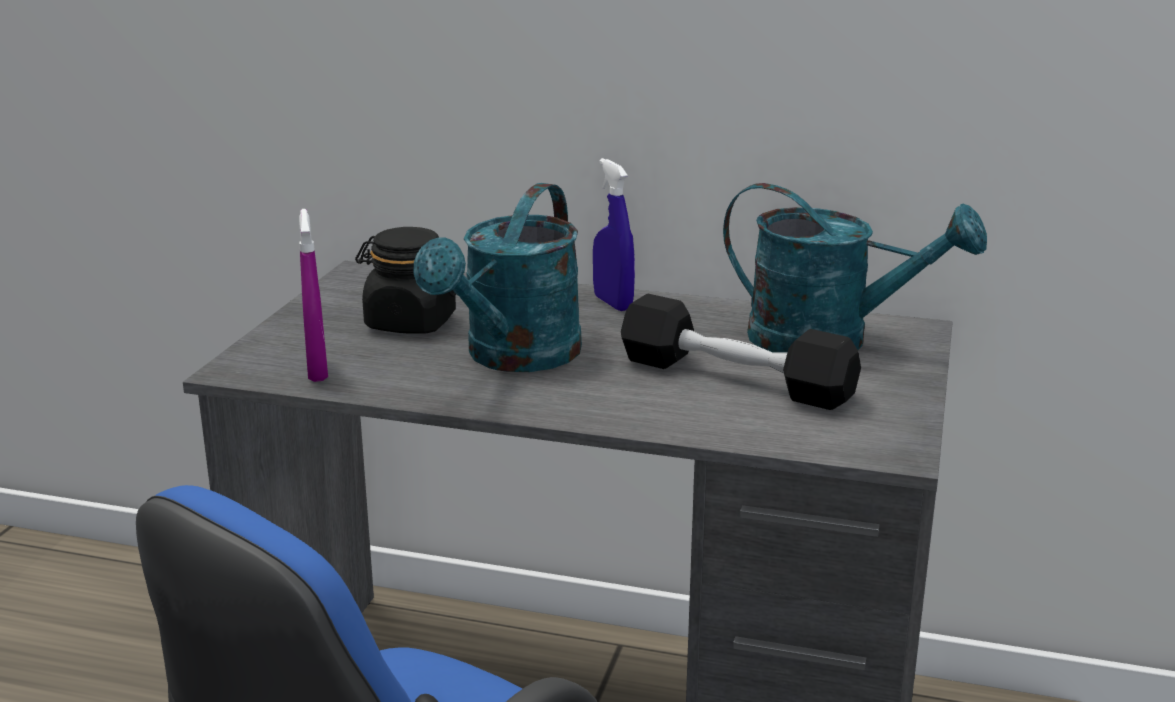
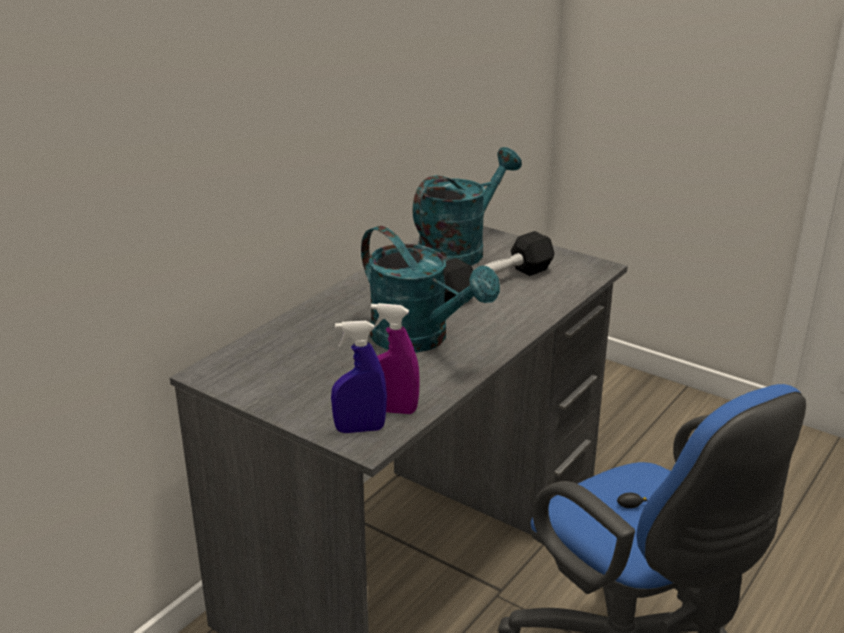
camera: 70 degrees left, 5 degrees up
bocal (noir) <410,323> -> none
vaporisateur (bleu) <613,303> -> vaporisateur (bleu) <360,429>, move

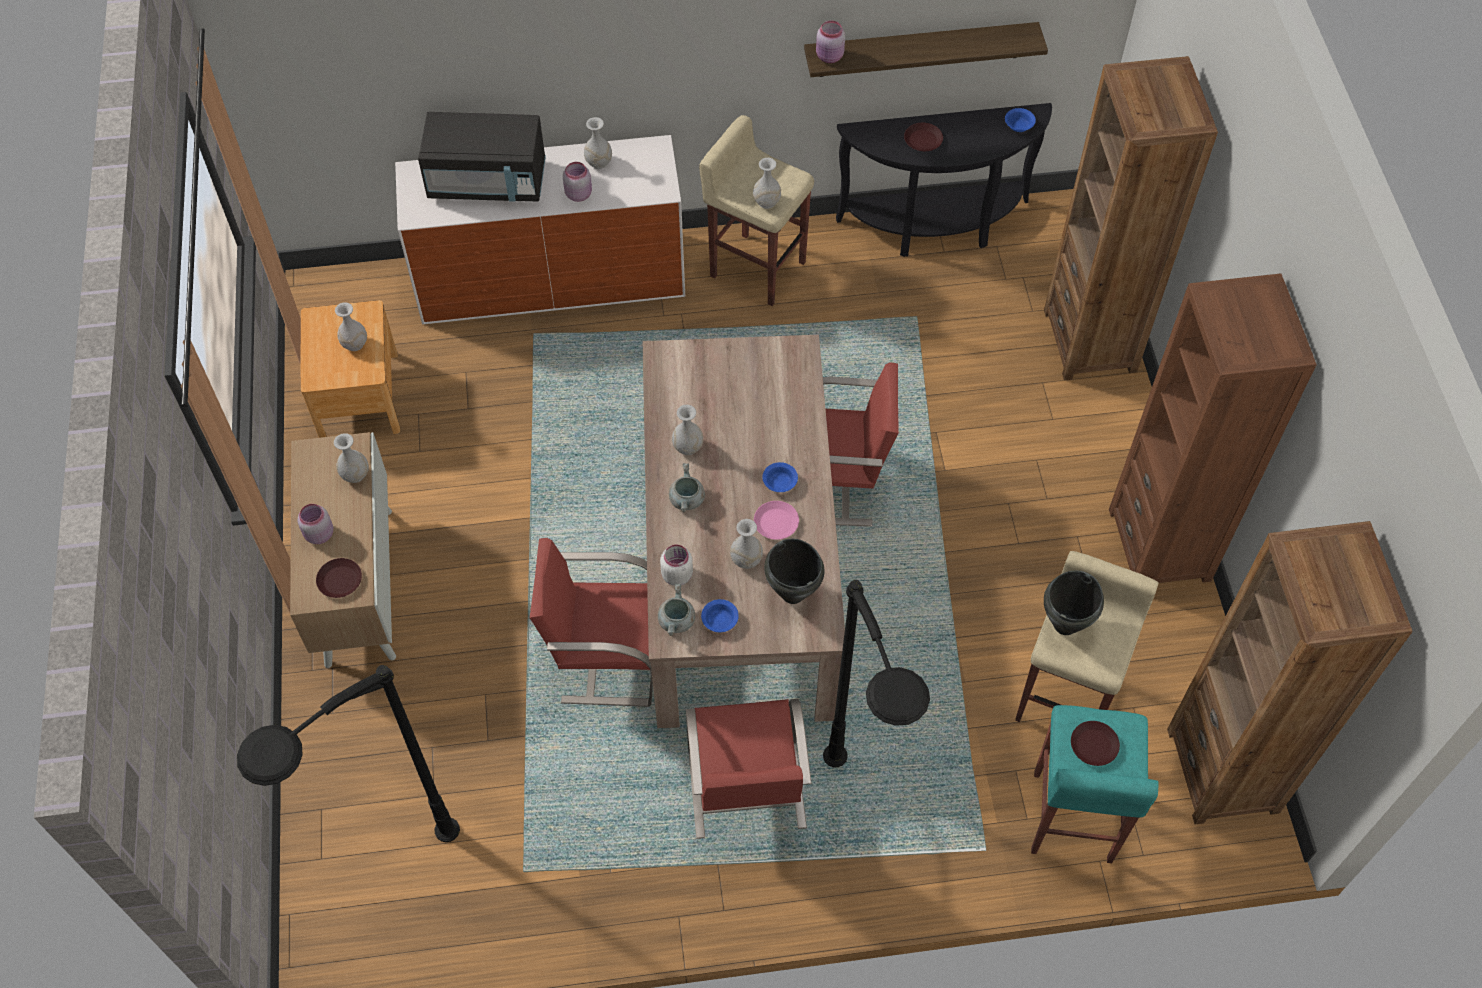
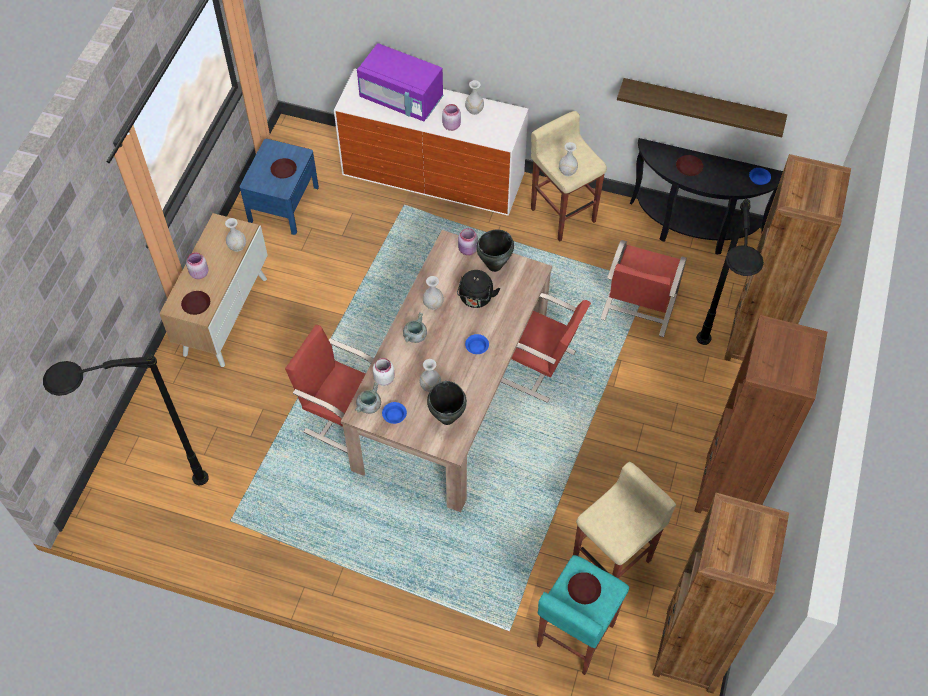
camera: 25 degrees right, 0 degrees up
assiette (rose) <776,522> -> none
none -> bouilloire (noir) <476,299>
chaise (rouge) <746,792> -> chaise (rouge) <638,307>, move
bocal (rose) <830,57> -> bocal (rose) <467,250>, move
lampadaire (noir) <858,827> -> lampadaire (noir) <700,378>, move
marmite (noir) <1065,625> -> marmite (noir) <495,266>, move
vase (blanc) <354,344> -> assiette (marron) <283,170>
table de chevet (marron) <359,396> -> table de chevet (bleu) <283,204>
micro-ondes (noir) <488,182> -> micro-ondes (violet) <401,99>

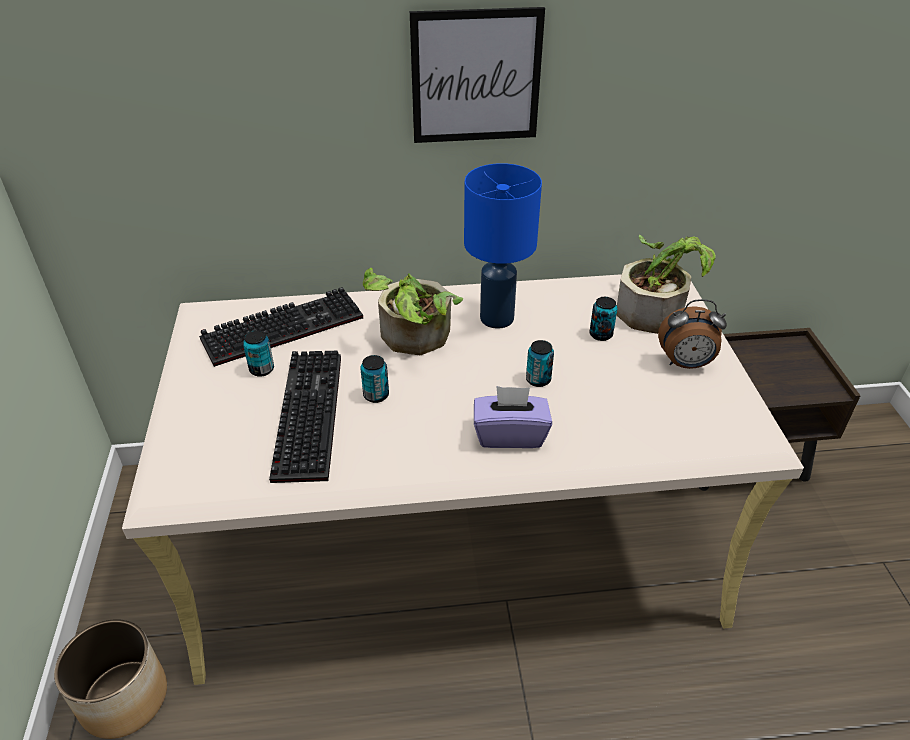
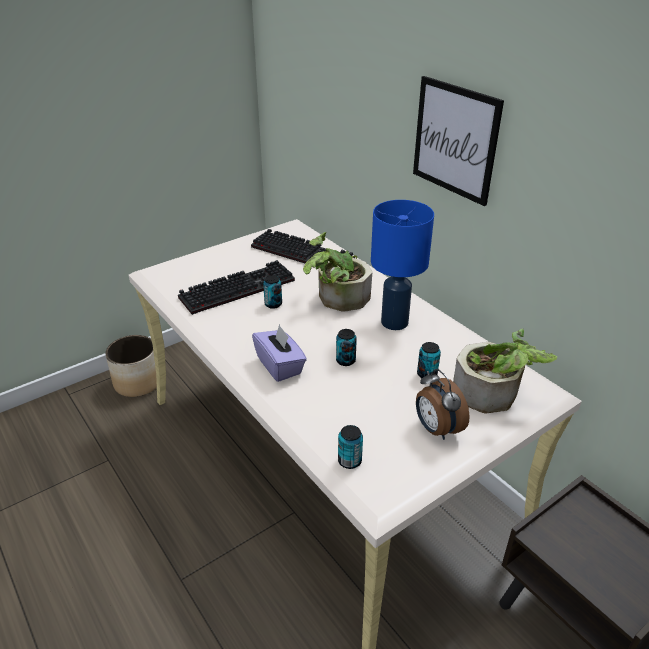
camera: 60 degrees right, 5 degrees down
boîte métallique <262,369> -> boîte métallique <349,461>, move

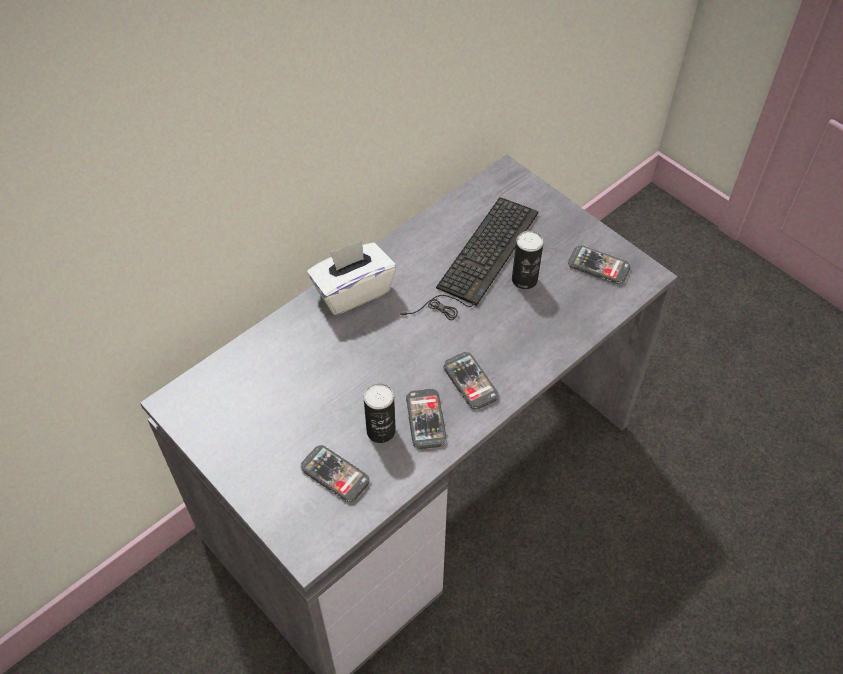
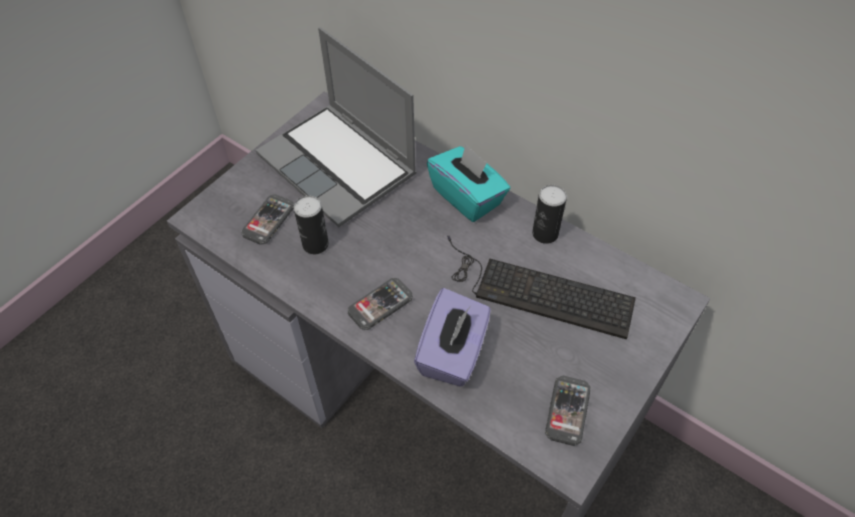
camera: 80 degrees right, 0 degrees up
téléphone <426,420> -> none
none -> ordinateur portable <339,166>
none -> boîte à mouchoirs (violet) <453,353>
boîte métallique <524,279> -> boîte métallique <545,233>, move
boîte à mouchoirs (blanc) <352,291> -> boîte à mouchoirs (turquoise) <467,197>

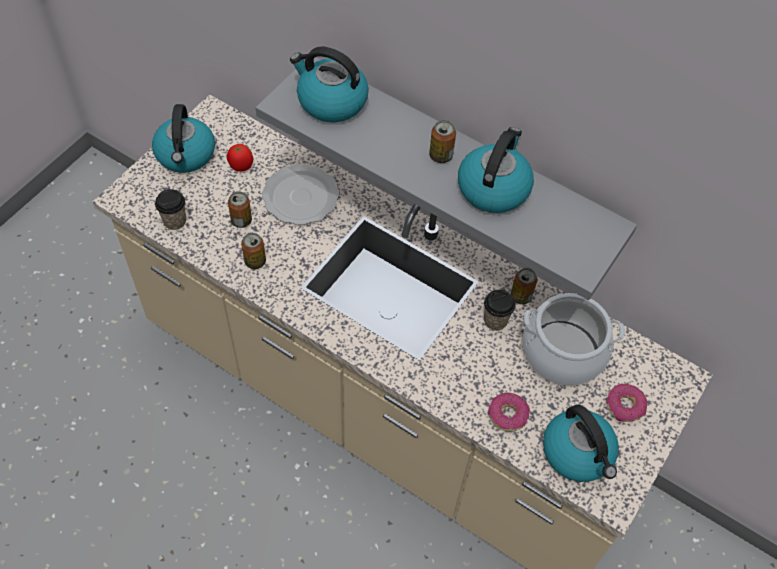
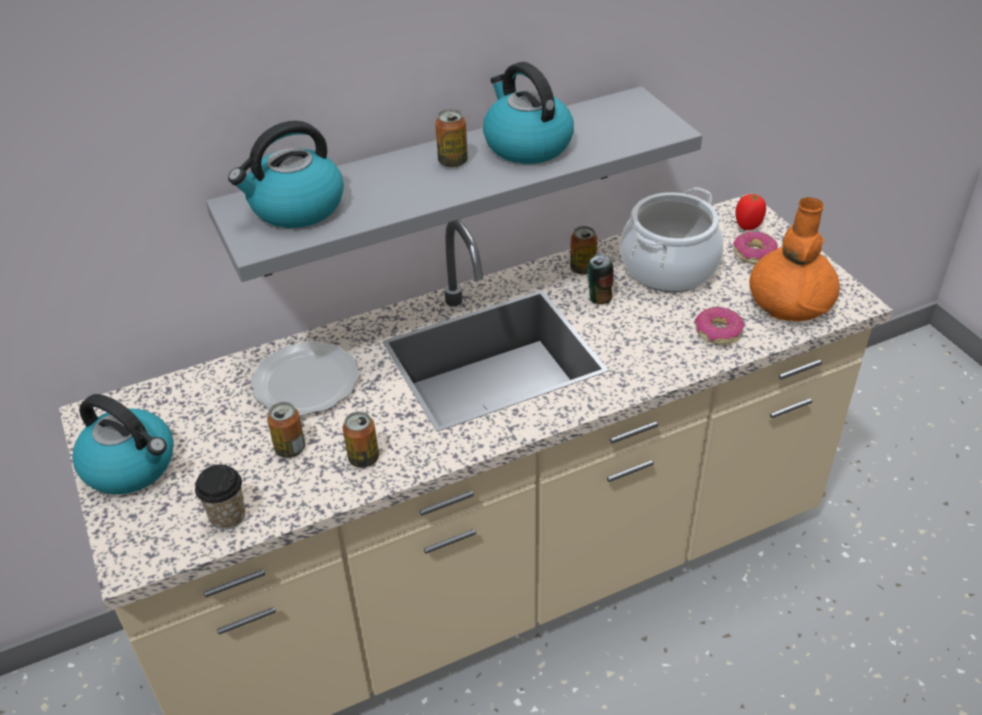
camera: 55 degrees left, 15 degrees down
tomate <241,166> -> tomate <748,226>, move
tasse <495,320> -> boîte métallique <599,297>
bouilloire <578,453> -> vase (orange) <789,303>

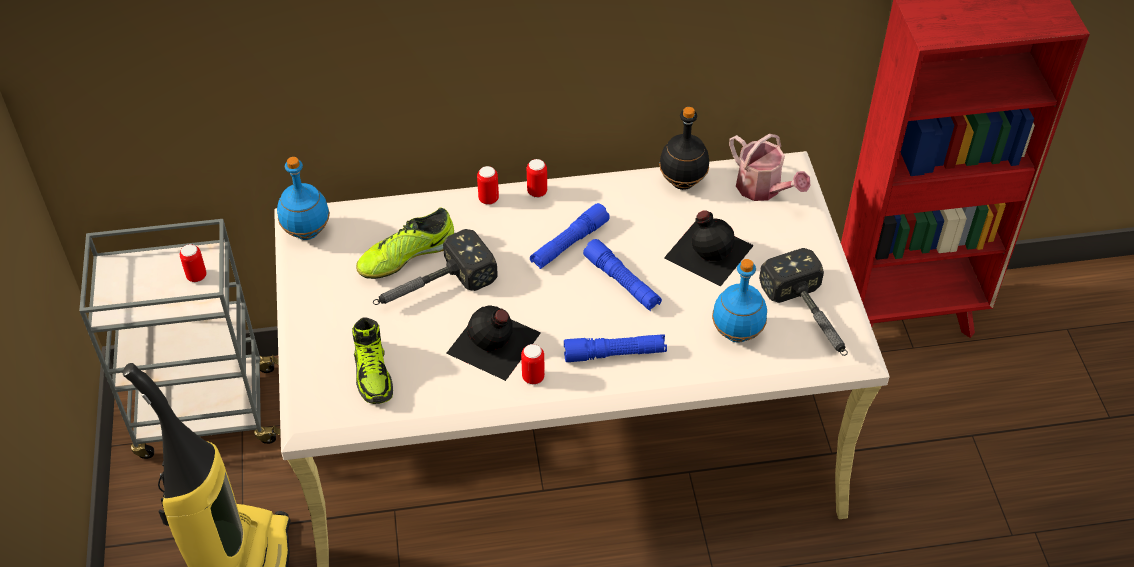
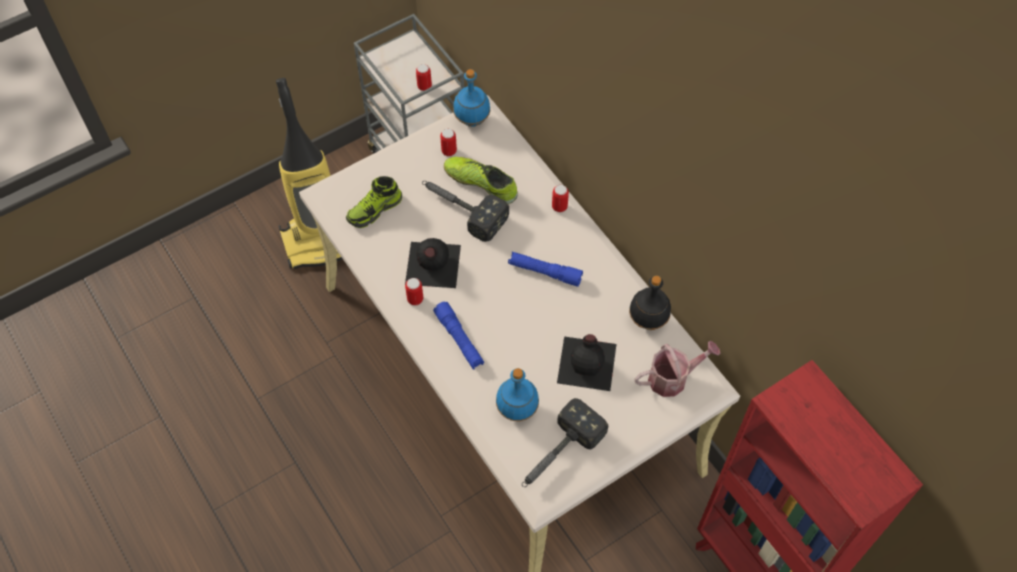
camera: 65 degrees right, 10 degrees up
lampe de poche (bleu) <622,282> -> none
boîte métallique <537,192> -> boîte métallique <449,151>, move
arrosoir <763,189> -> arrosoir <673,378>, 135 degrees counterclockwise

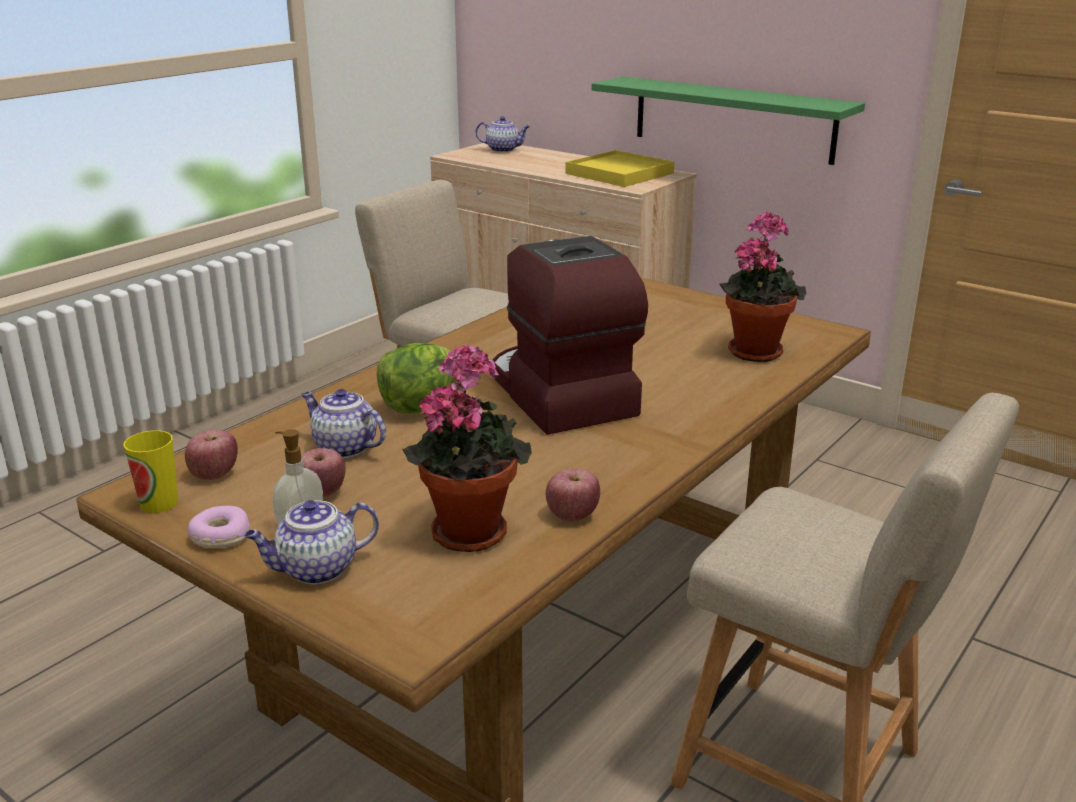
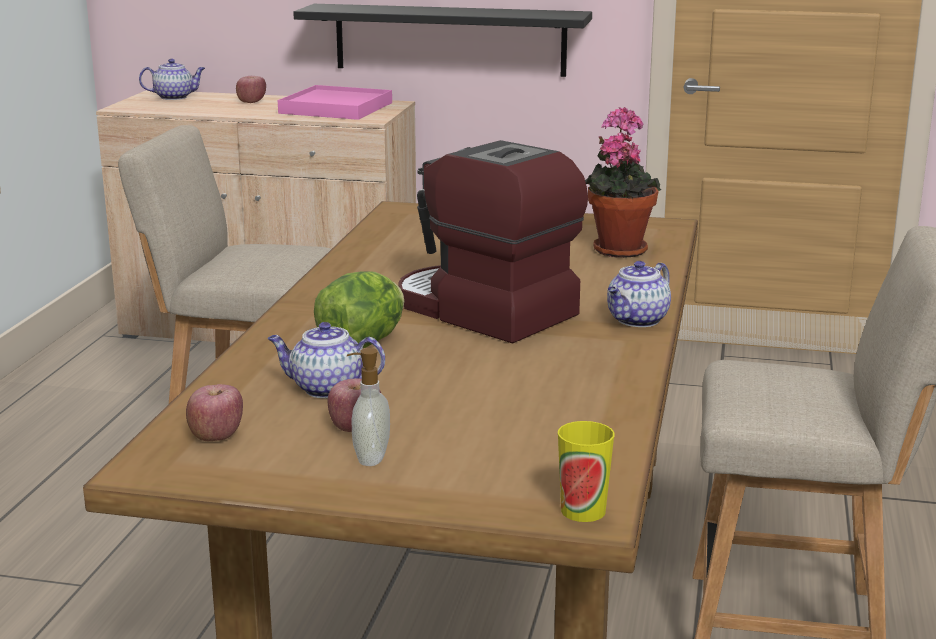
camera: 25 degrees left, 5 degrees down
beignet <220,536> -> none
plante en pot <470,529> -> none
tasse <159,503> -> tasse <583,511>, move
théière <316,570> -> théière <637,320>, move
pomme <572,515> -> pomme <251,102>, move
plateau (jaune) <619,173> -> plateau (rose) <336,108>
étagère (vert) <732,119> -> étagère (noir) <450,39>

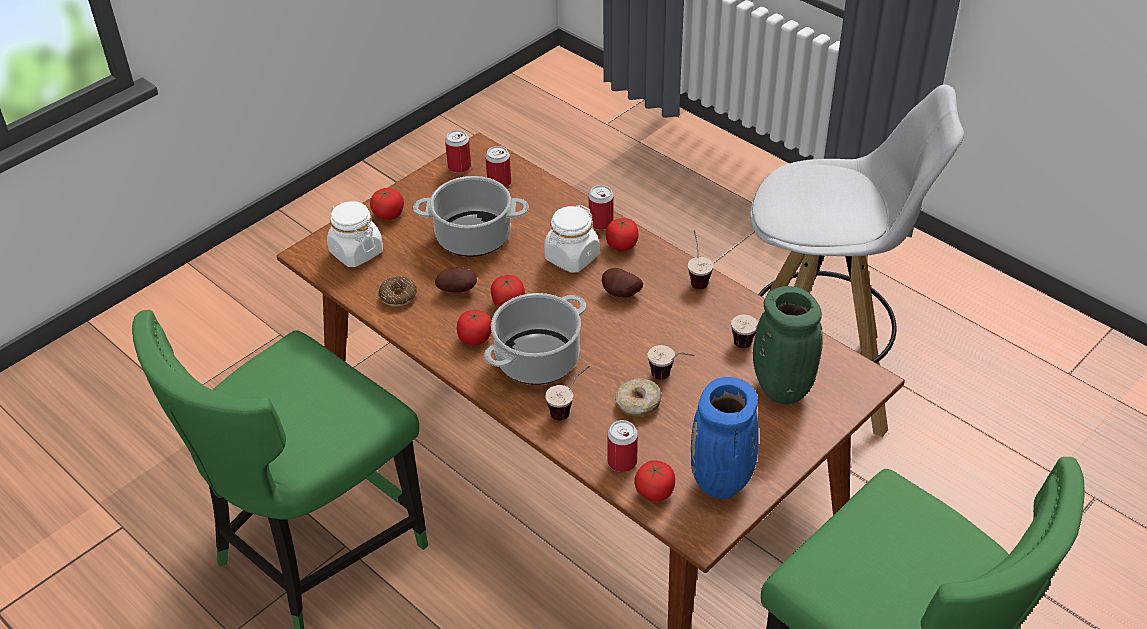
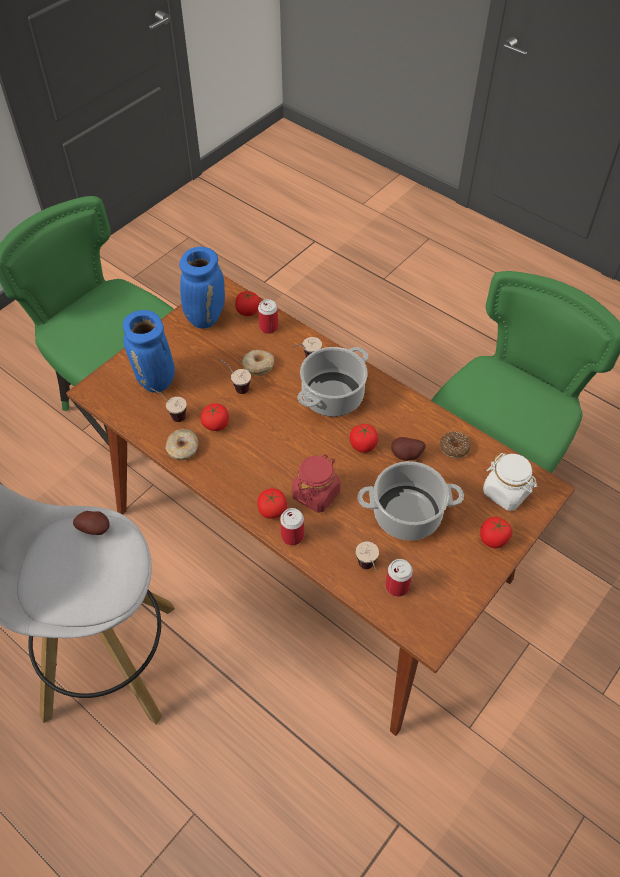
camera: 175 degrees right, 10 degrees up
boîte métallique <459,167> -> none
none -> beignet <183,449>
tomate <475,338> -> tomate <216,424>, move
pomme de terre <620,294> -> pomme de terre <95,528>, move
tasse <697,277> -> tasse <368,571>, move
bocal (blanc) <571,258> -> bocal (rouge) <316,494>
vase (vert) <780,387> -> vase (bleu) <157,382>

